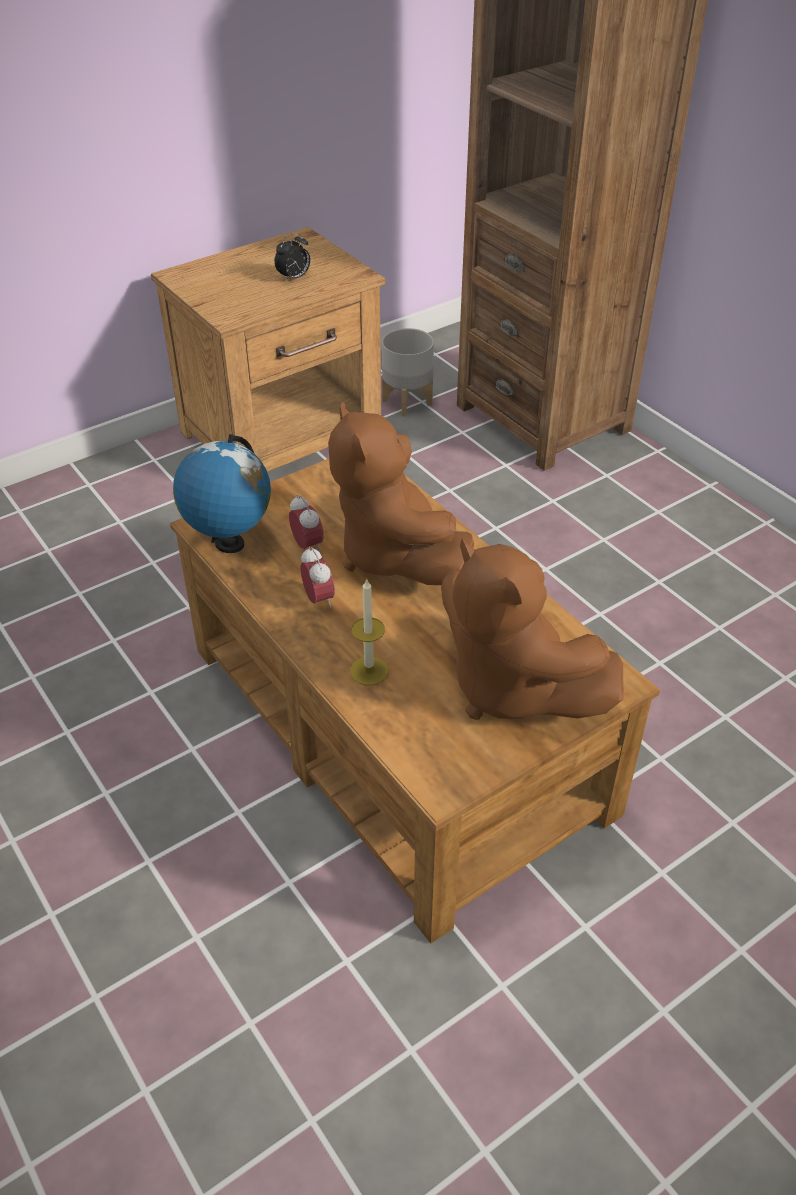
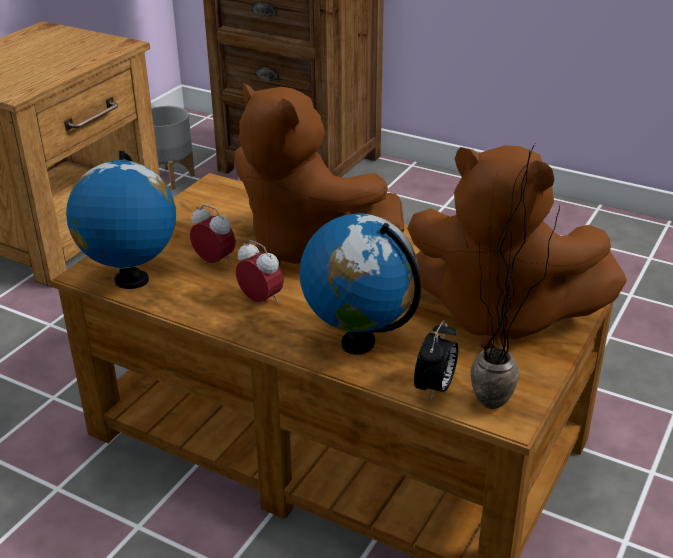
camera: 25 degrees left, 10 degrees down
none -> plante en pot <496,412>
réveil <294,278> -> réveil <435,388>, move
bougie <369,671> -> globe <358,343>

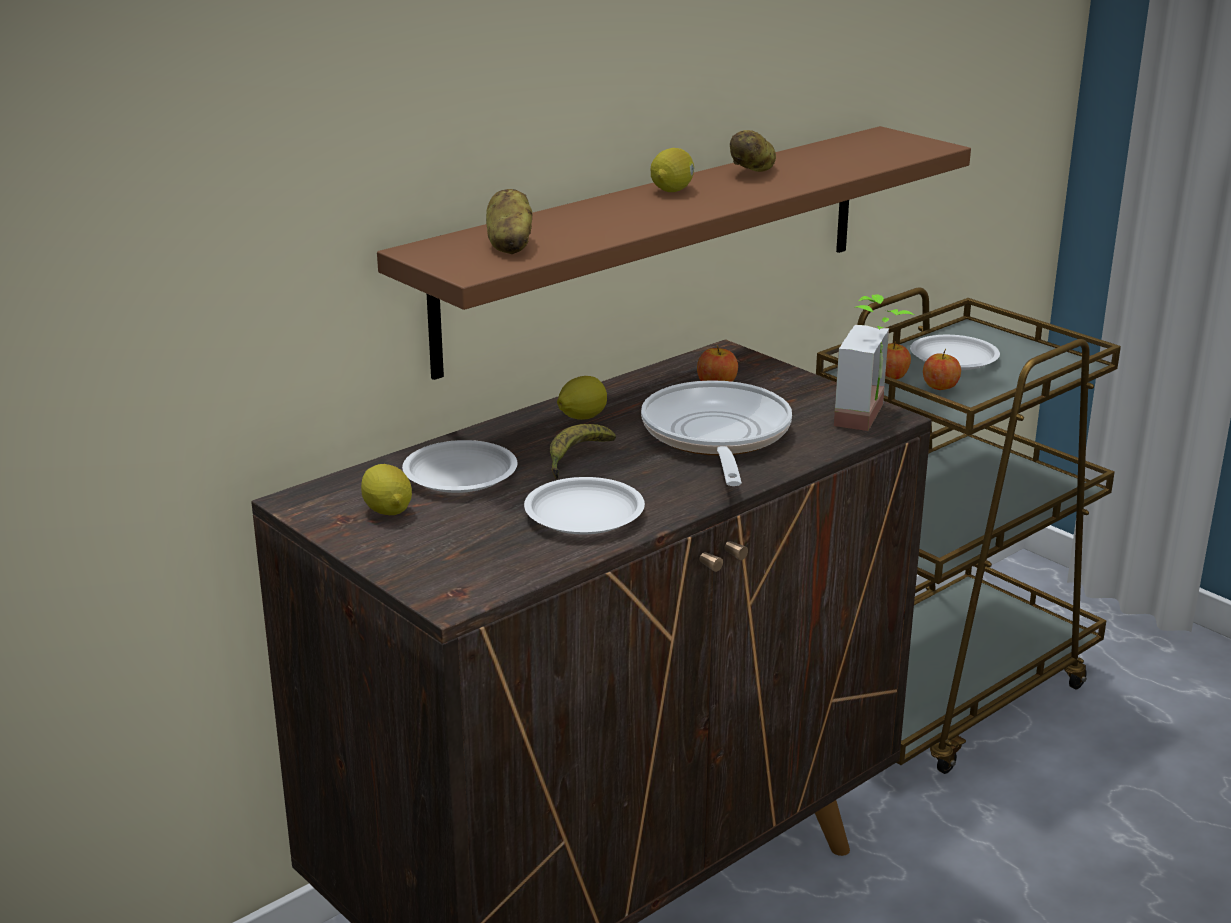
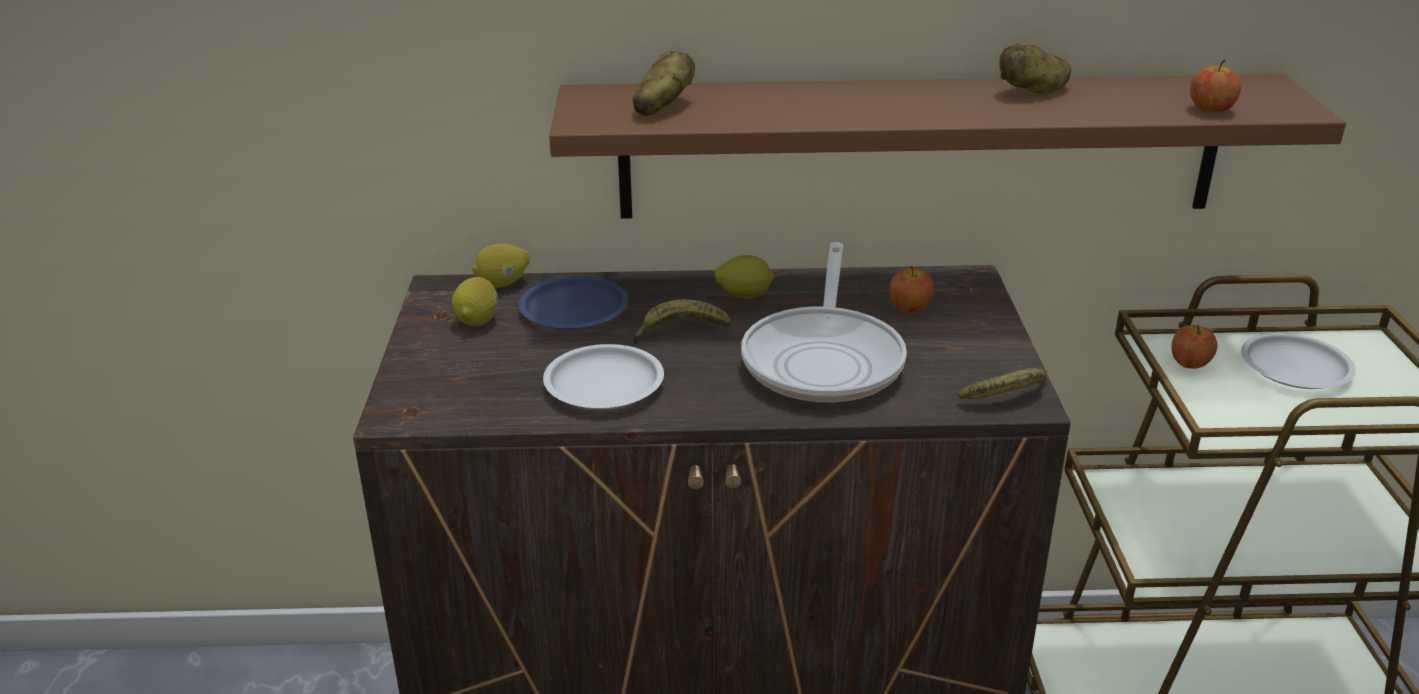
camera: 40 degrees right, 5 degrees up
citron <673,190> -> citron <503,284>, move
pomme <940,387> -> pomme <1211,109>, move
plante en pot <873,417> -> banane <1009,396>
assiette (blanc) <461,474> -> assiette (bleu) <574,311>
poêle <716,438> -> poêle <825,358>, 150 degrees clockwise

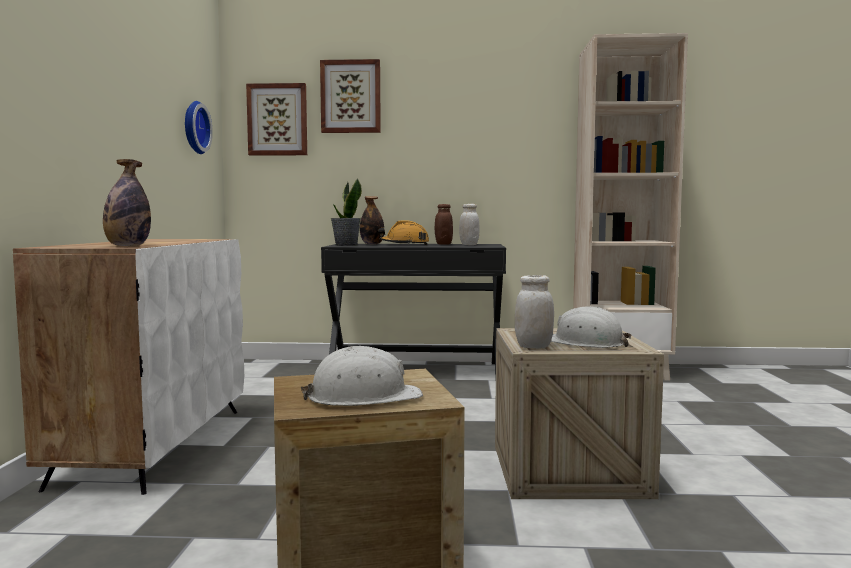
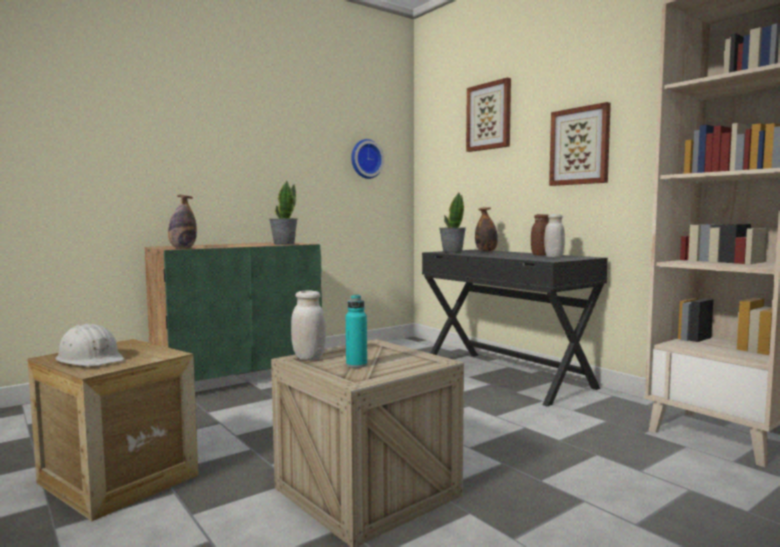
camera: 50 degrees right, 0 degrees up
casque de chantier (orange) <404,245> -> none
none -> plante en pot <284,244>
tableau <277,120> -> tableau <580,146>, move
casque de chantier (blanc) <585,342> -> bouteille (turquoise) <356,365>
meuble de rangement (blanc) <154,445> -> meuble de rangement (vert) <240,378>

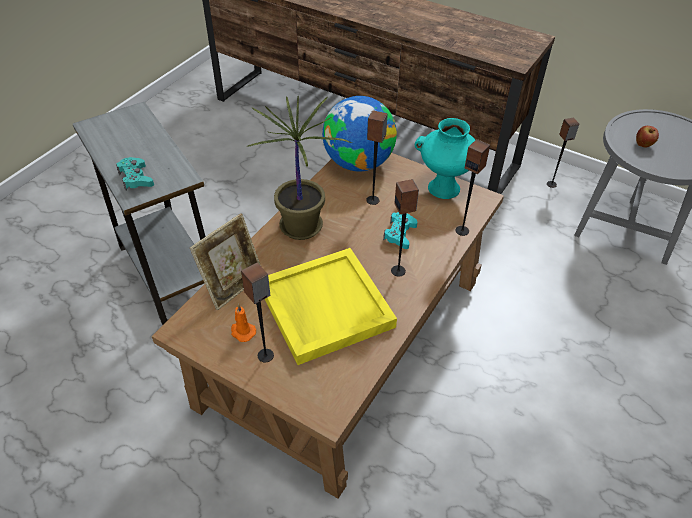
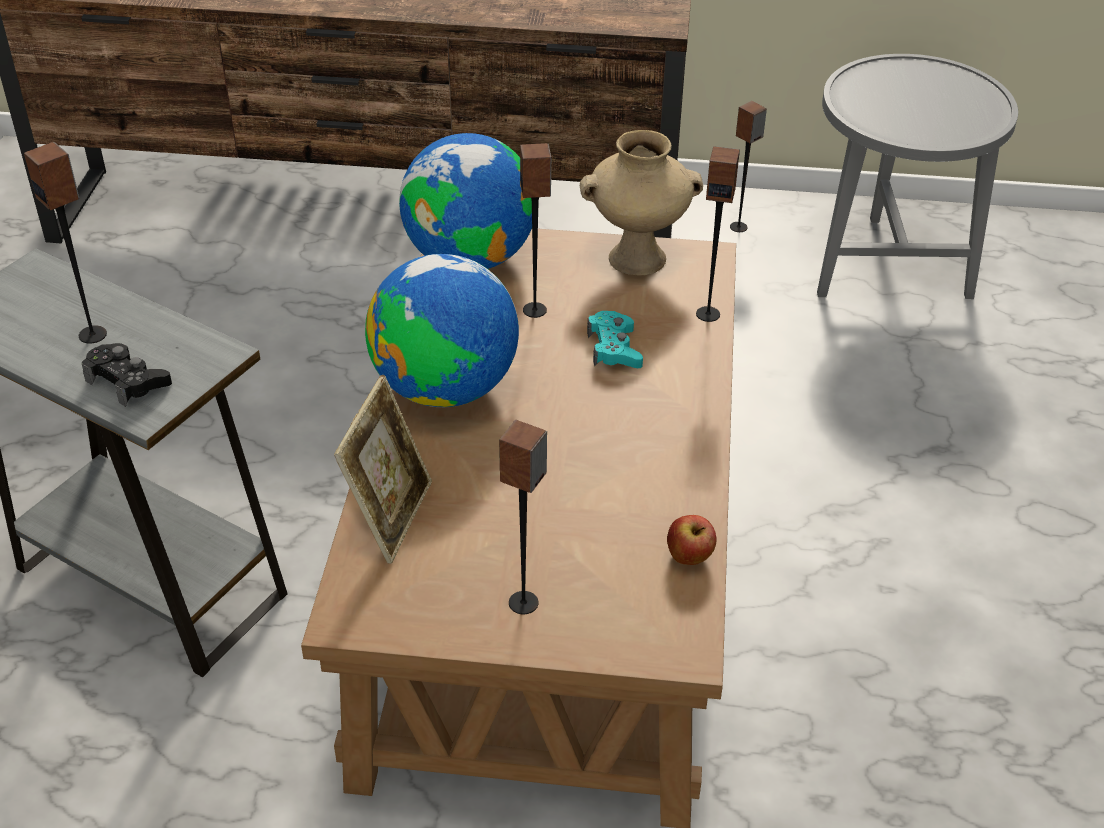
camera: 25 degrees left, 5 degrees down
bougie (orange) <242,332> -> none
plateau (jaune) <324,306> -> none
enceinte <398,271> -> enceinte <93,334>, move
pomme <643,145> -> pomme <689,558>, move
plante en pot <302,228> -> globe <446,388>
manette (turquoise) <136,178> -> manette (noir) <127,381>
vase (turquoise) <444,188> -> vase (beige) <638,258>

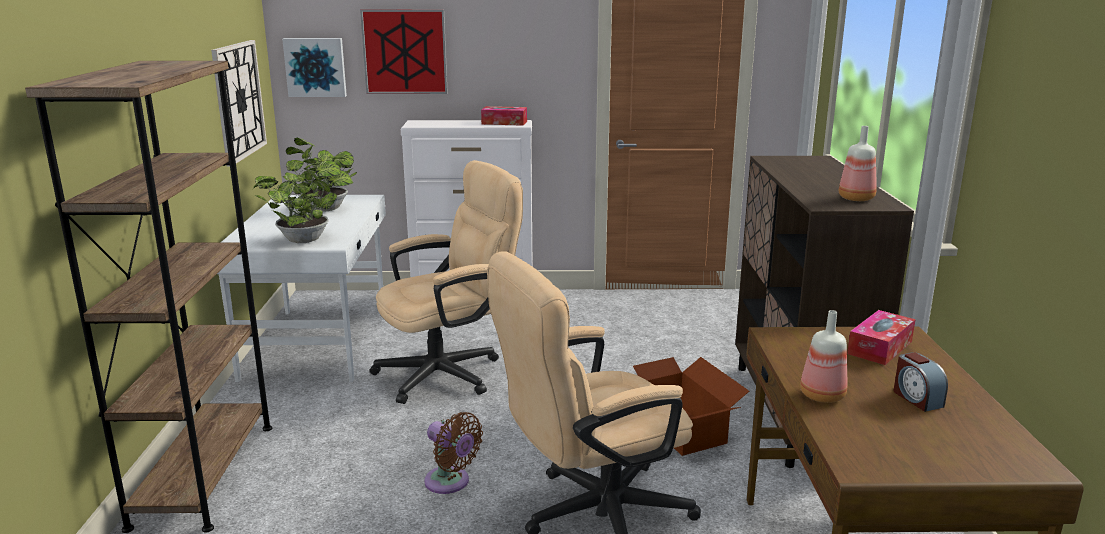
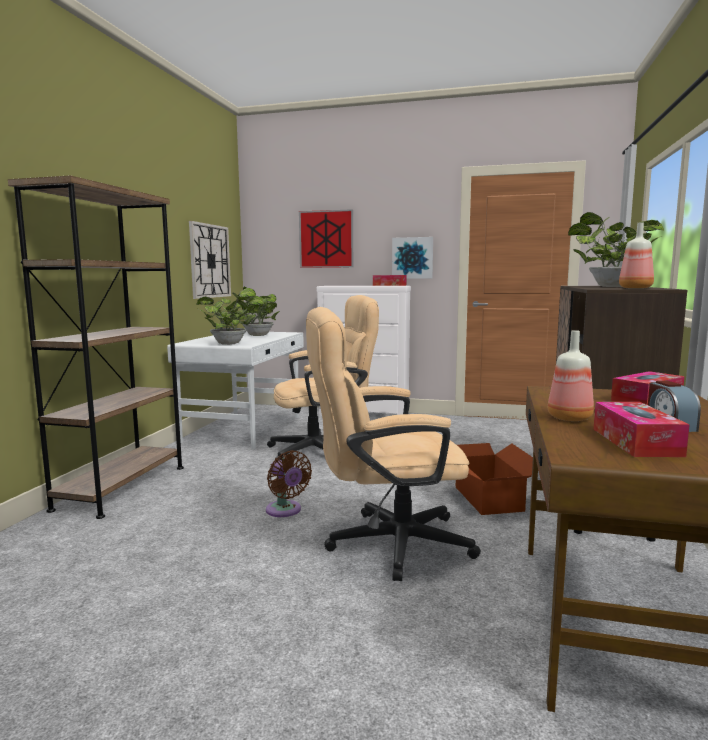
camera: 15 degrees right, 10 degrees down
none -> plante en pot <609,286>
none -> boîte à mouchoirs <635,442>
tableau <315,67> -> tableau <412,258>, move

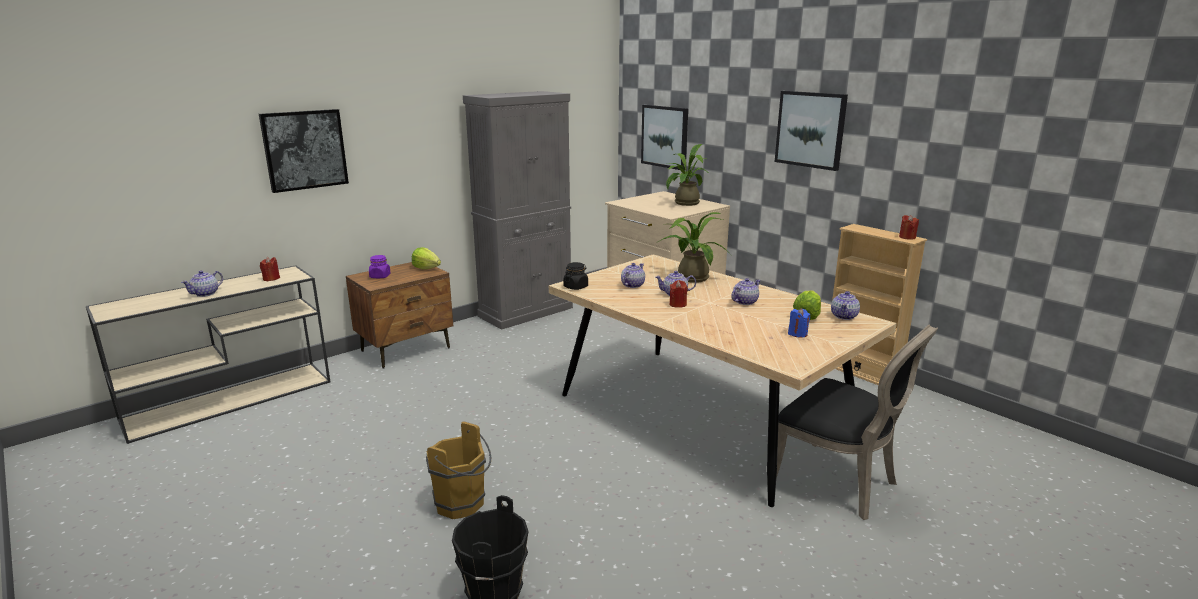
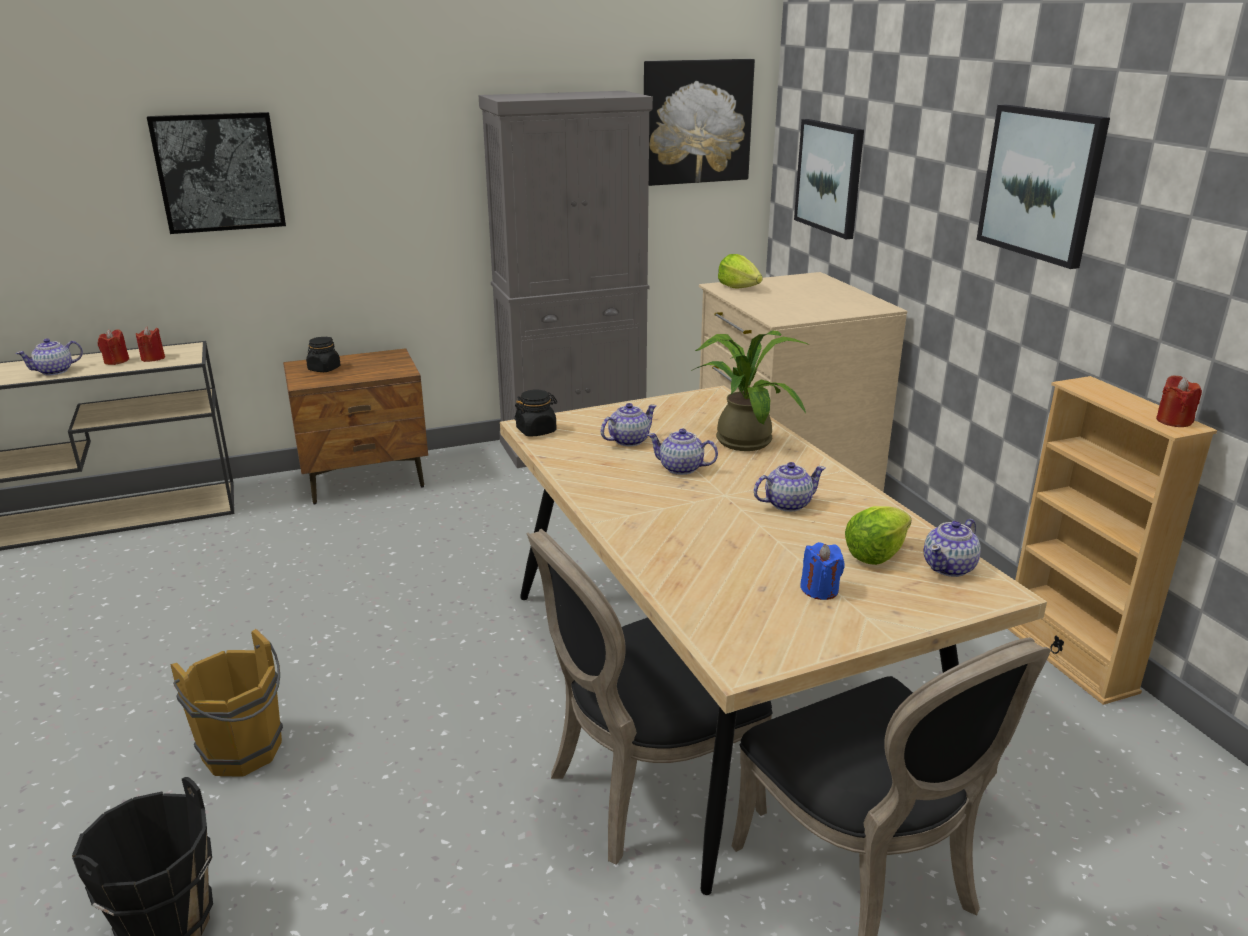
camera: 20 degrees right, 5 degrees up
plante en pot <684,203> -> none
none -> chaise (noir) <643,790>
none -> tableau <696,122>
laitue <426,268> -> laitue <738,287>, move
bougie (rouge) <678,304> -> bougie (rouge) <116,361>, move
bocal (violet) <380,276> -> bocal (noir) <324,369>

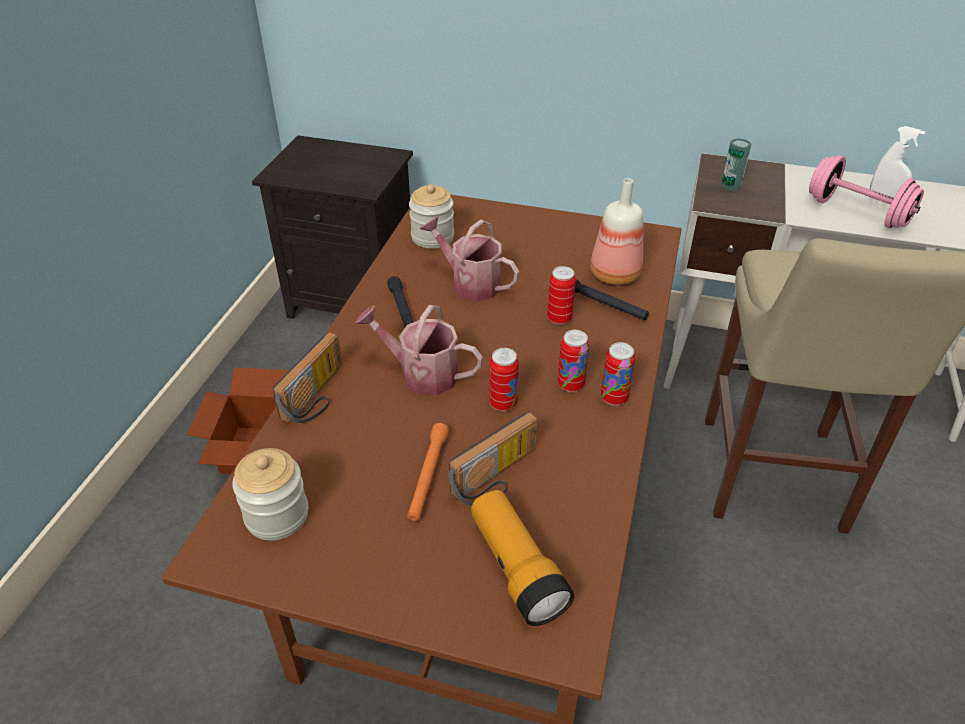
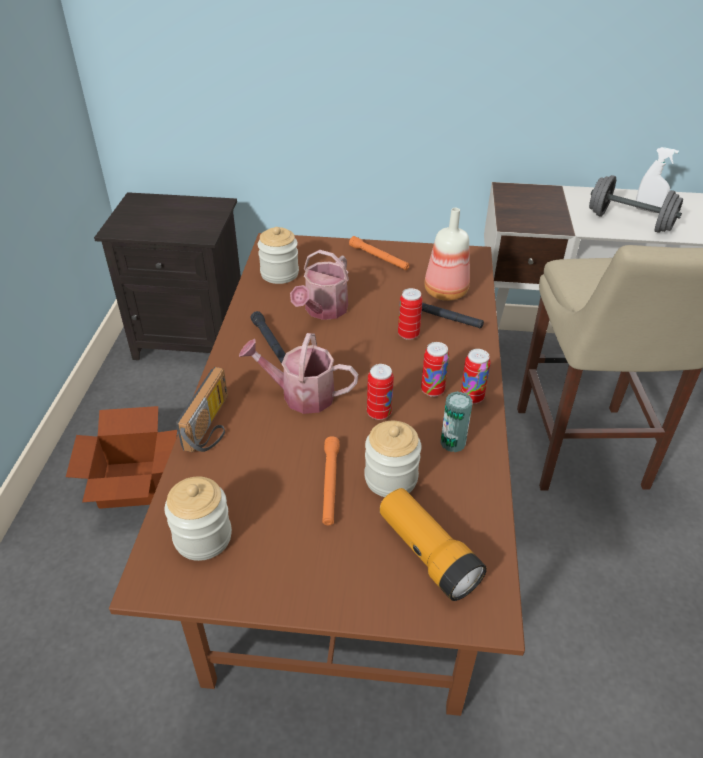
camera: 10 degrees left, 0 degrees up
none -> lampe de poche (orange) <379,258>
boîte métallique <730,185> -> boîte métallique <452,443>, move
radio <497,478> -> bocal <391,478>
haltère (rose) <856,212> -> haltère (gris) <629,222>
arrosoir <470,283> -> arrosoir <323,310>, 90 degrees counterclockwise

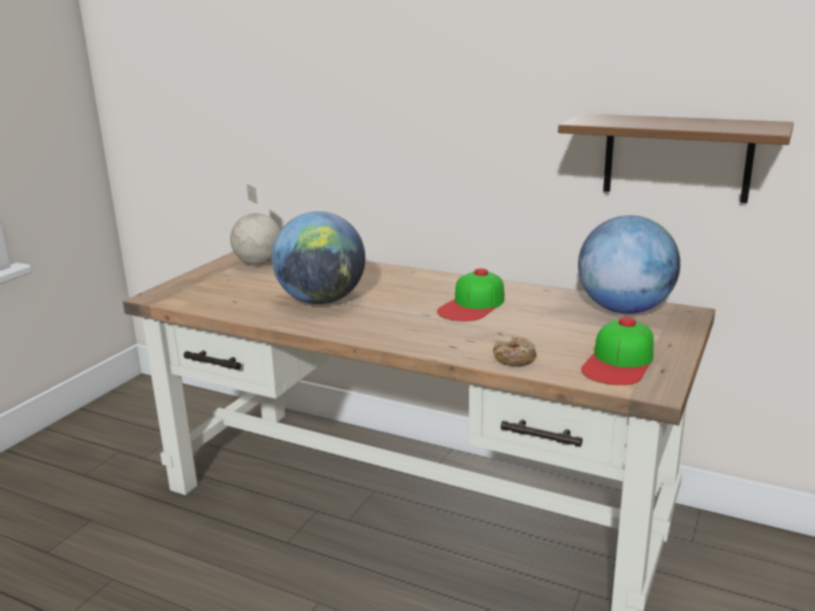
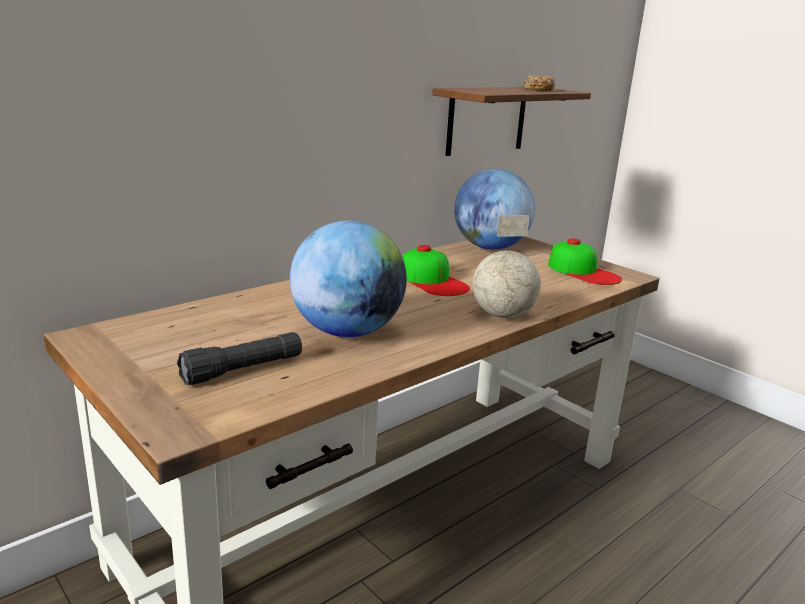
camera: 70 degrees left, 0 degrees up
none -> lampe de poche (noir) <243,370>
globe <258,263> -> globe <503,315>, move
beignet <514,358> -> beignet <538,89>, move

